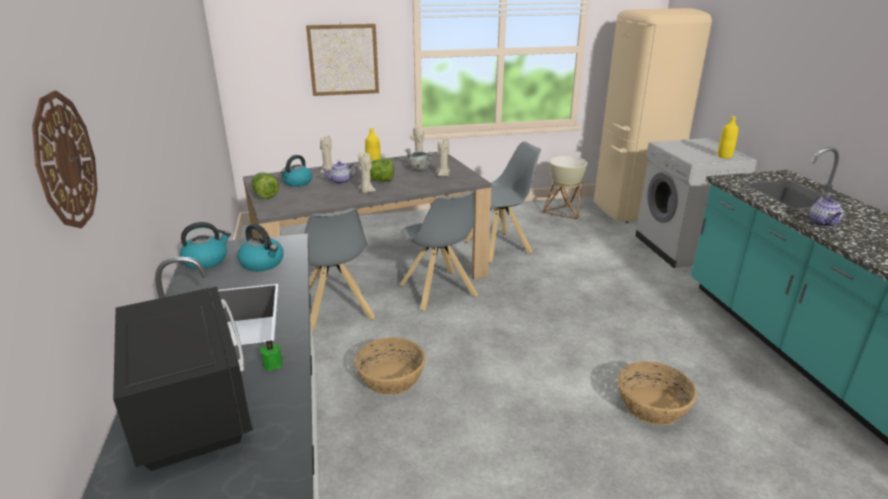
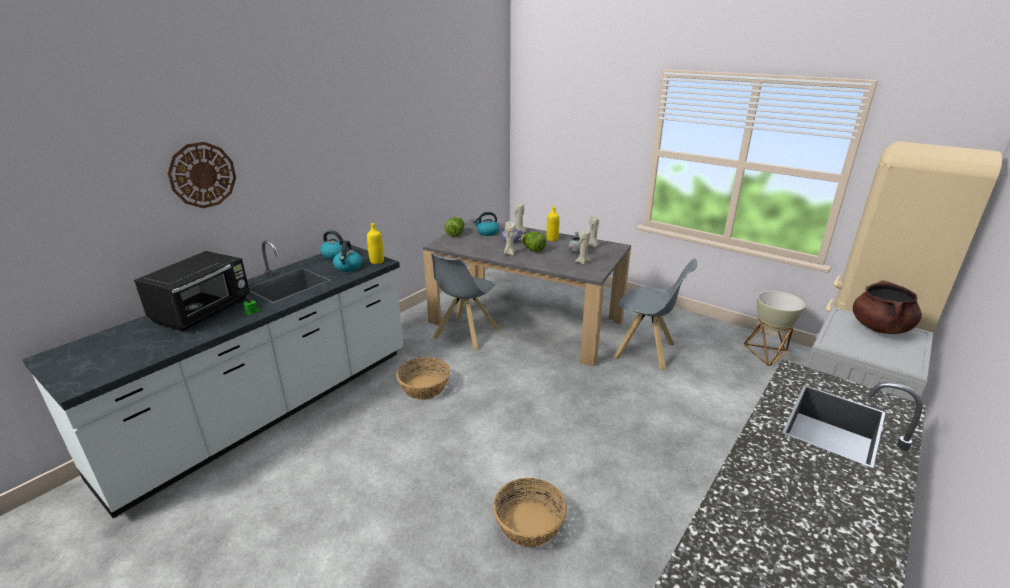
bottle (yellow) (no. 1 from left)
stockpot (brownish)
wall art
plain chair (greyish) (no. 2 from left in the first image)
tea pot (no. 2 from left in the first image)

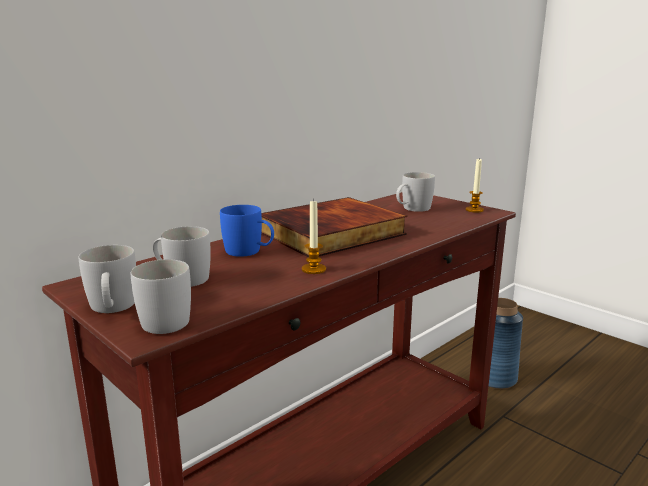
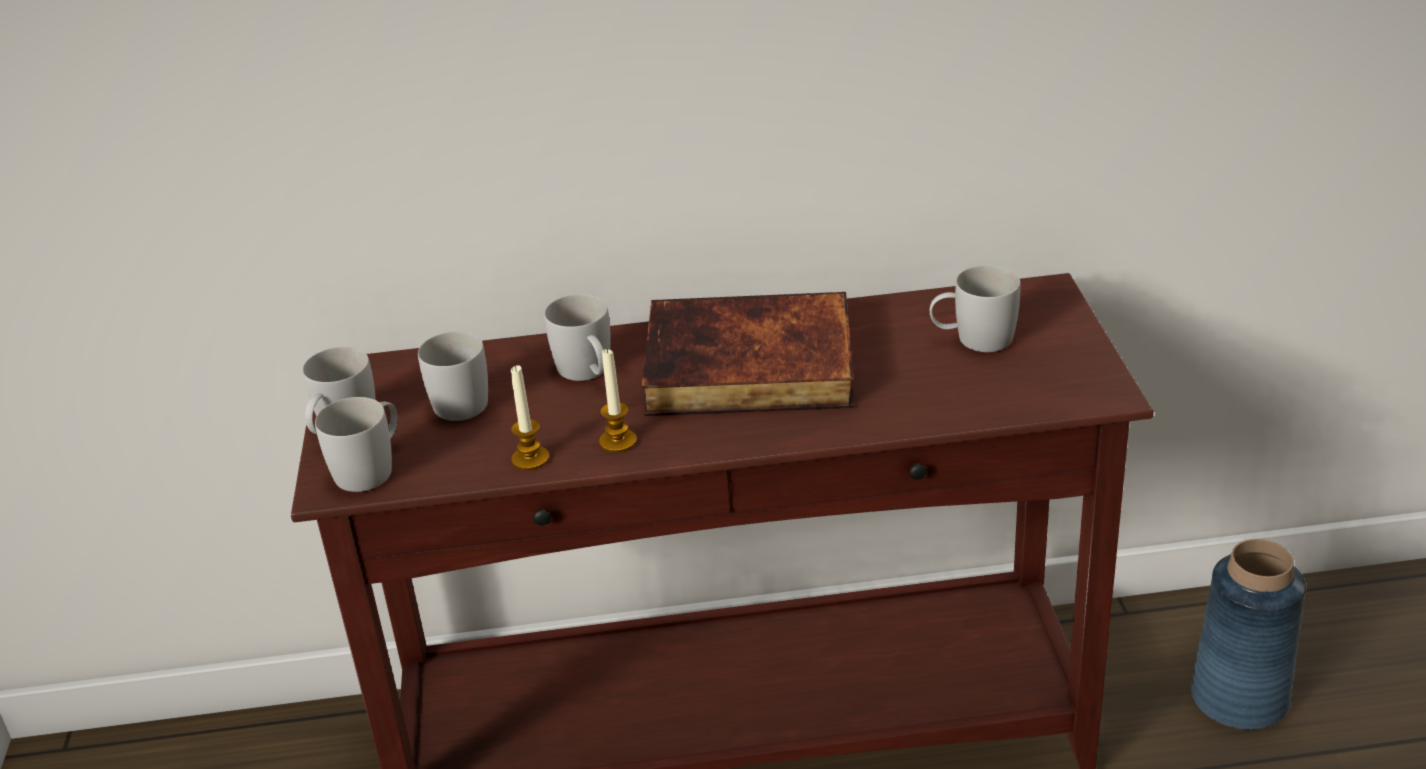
candle (no. 1 from left)
mug (white-coloured) (no. 4 from left)

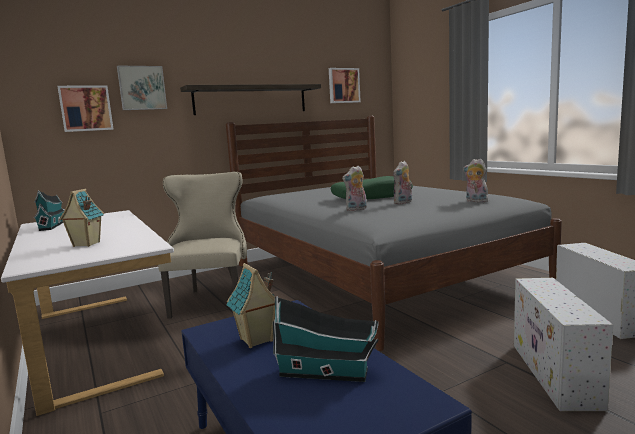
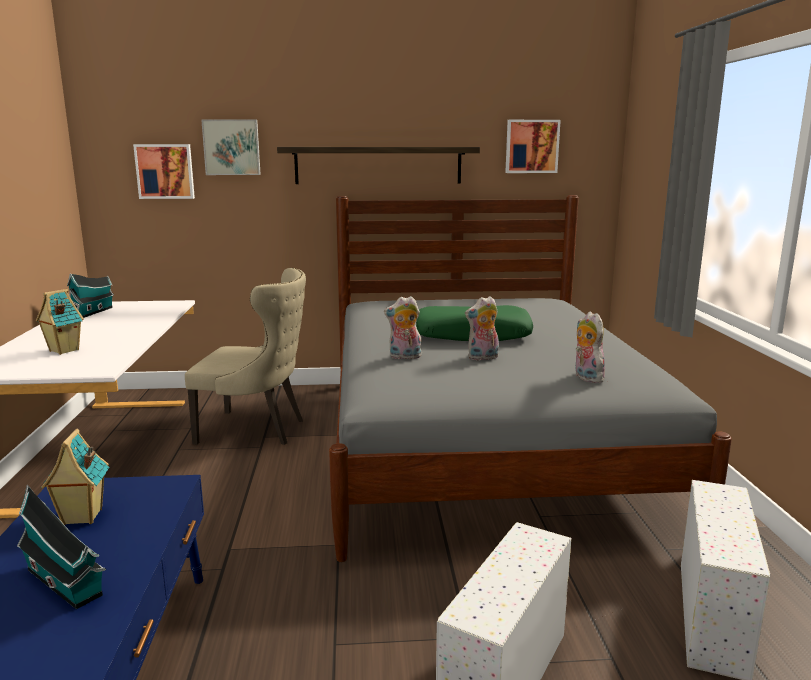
plain chair (sand-coloured)

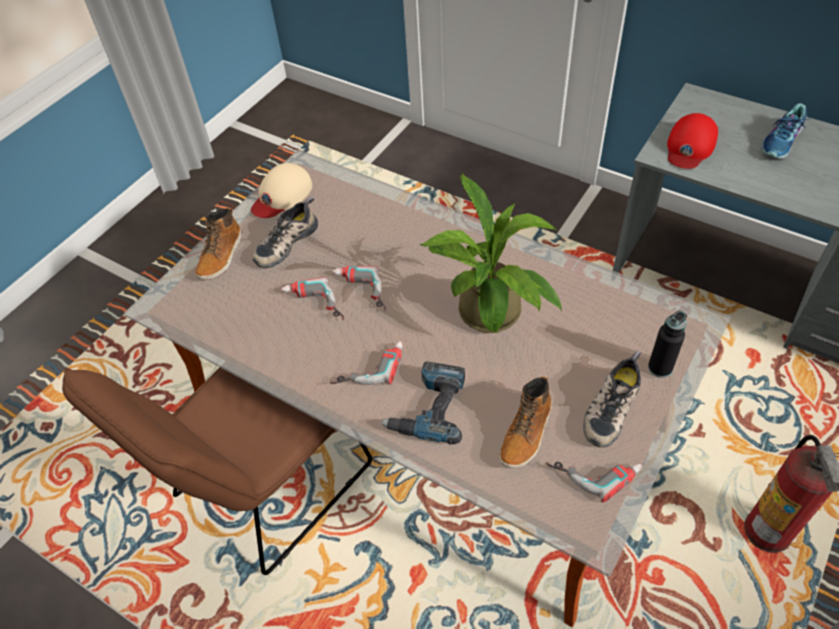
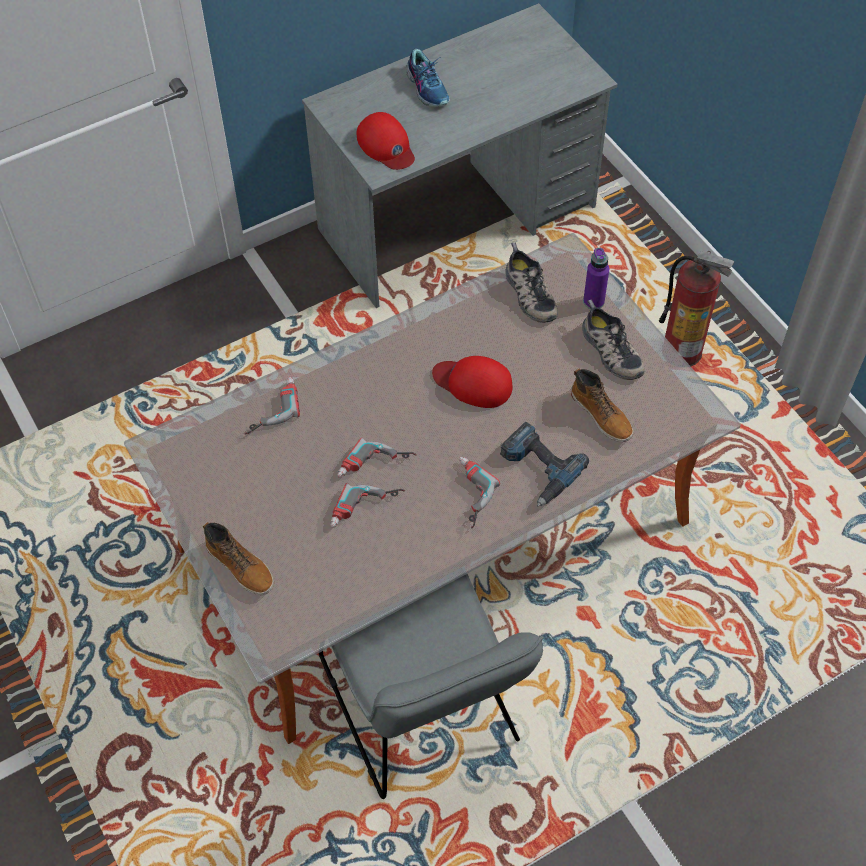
power drill (no. 1 from left)
plain chair (greyish)
cap (reddish) (no. 2 from left)
item of footwear (no. 2 from left)
bottle (purplish)
cap (sand-coloured)

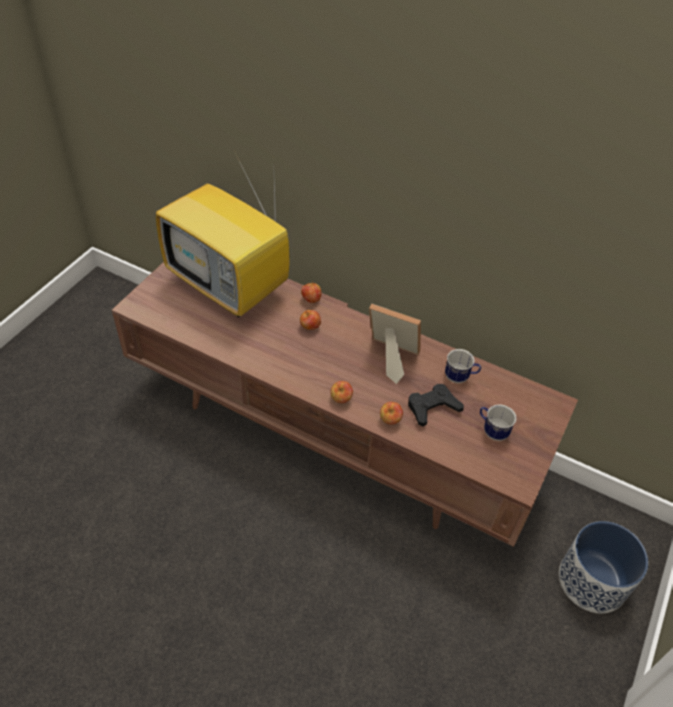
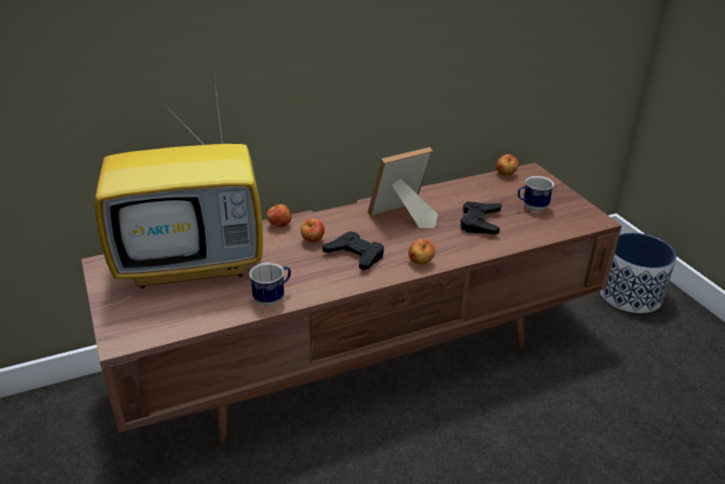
mug (no. 1 from left)
gamepad (black) (no. 1 from left)
apple (no. 4 from left)

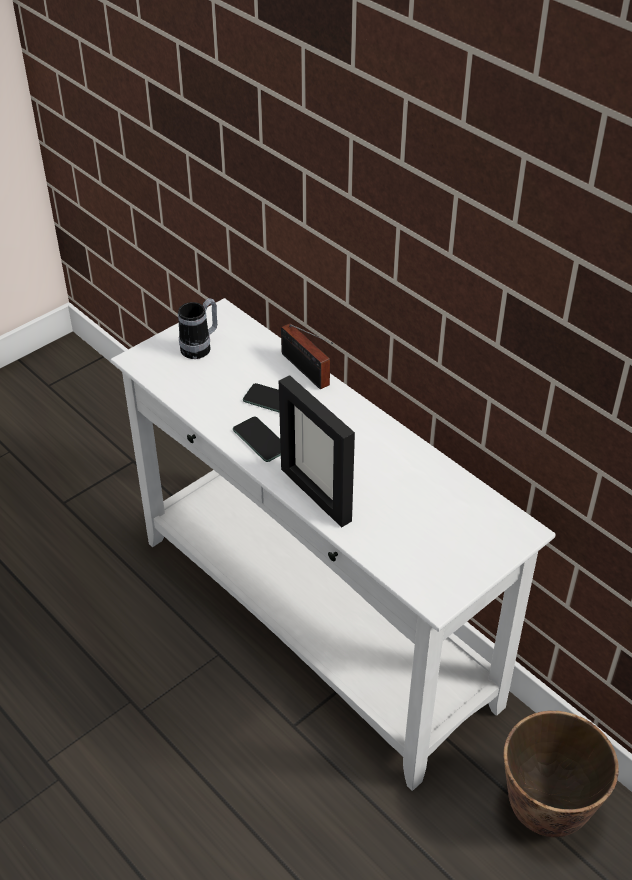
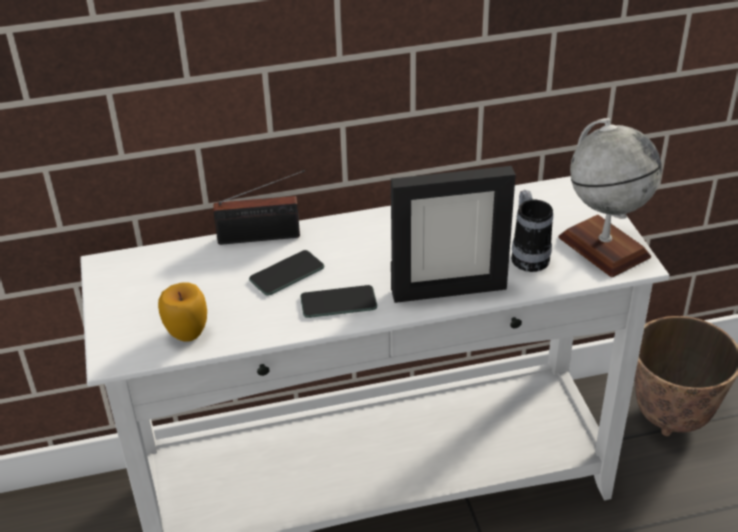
apple
mug
world globe

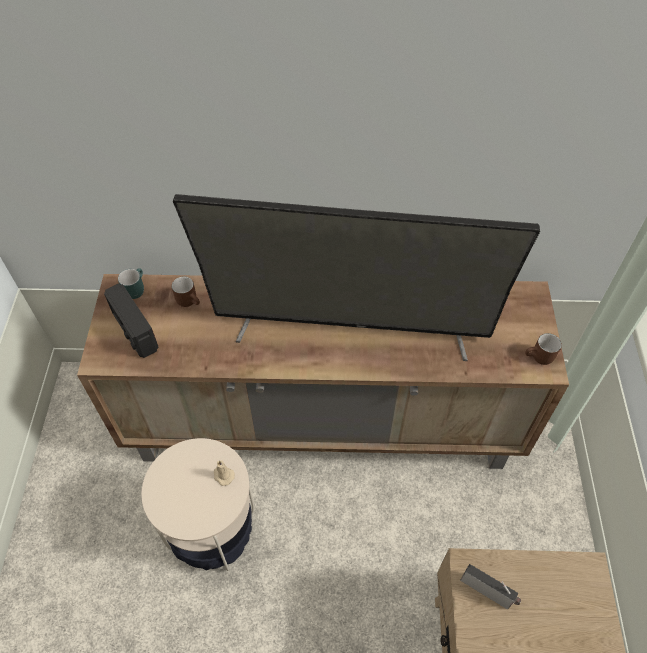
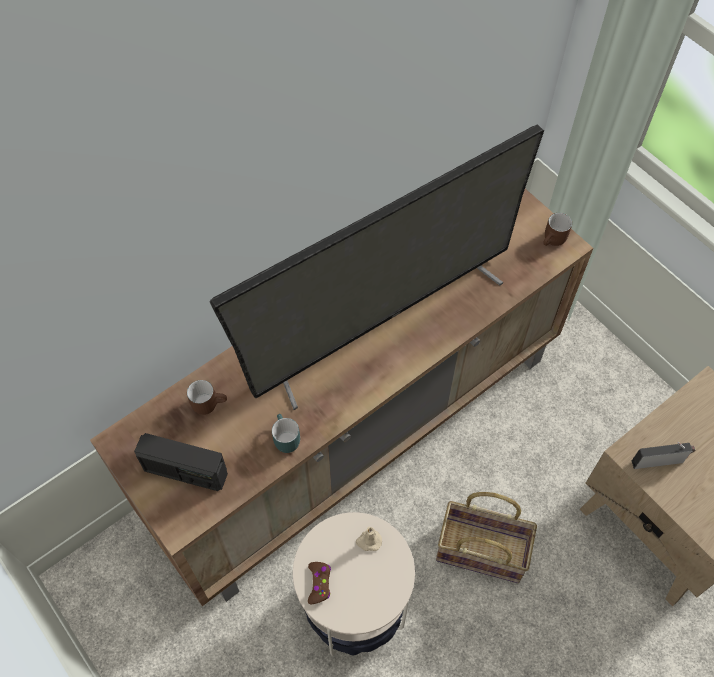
mug (turquoise-coloured)
gamepad (brownish)
basket

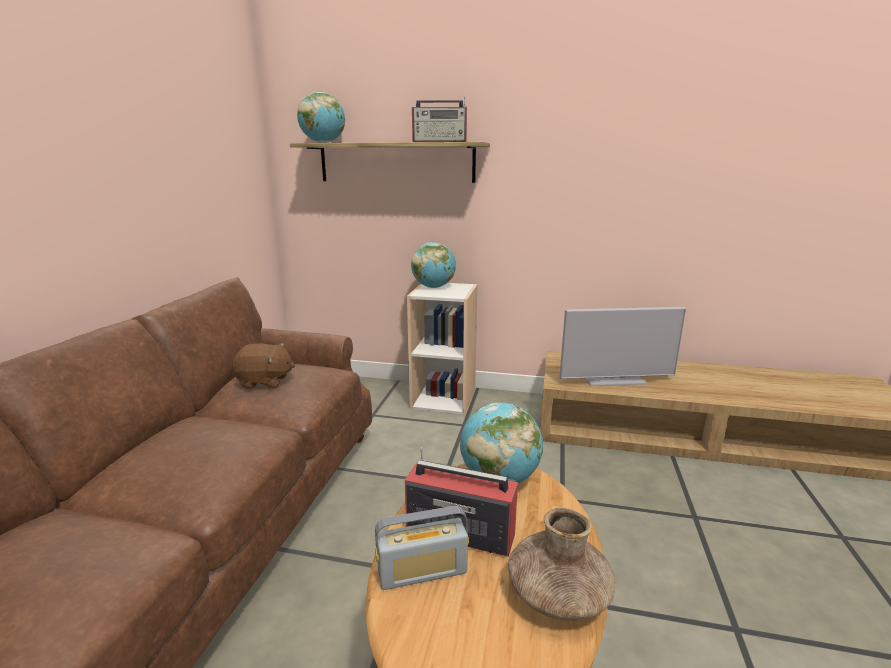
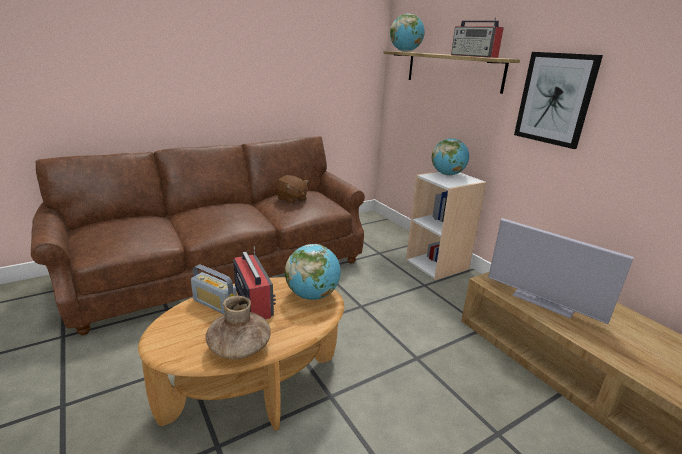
wall art

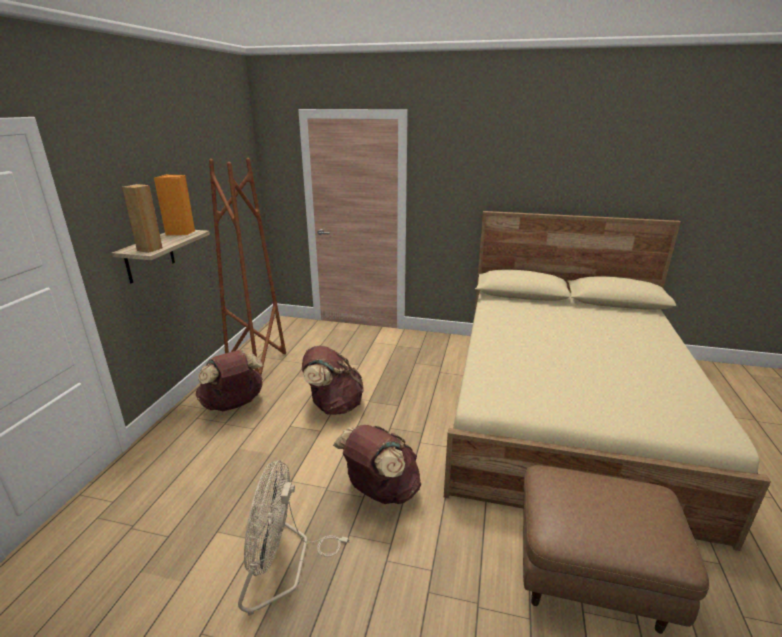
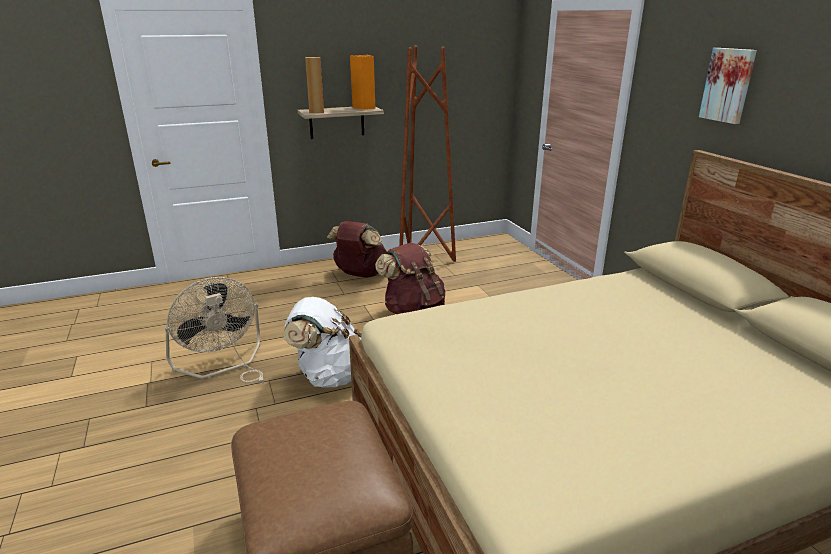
rucksack (white-coloured)
wall art

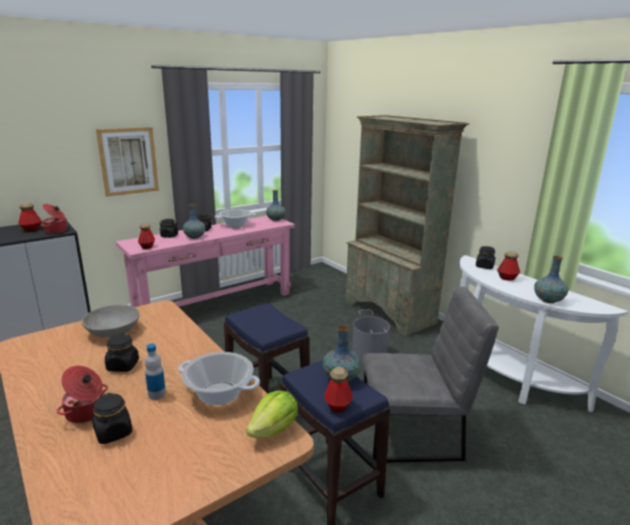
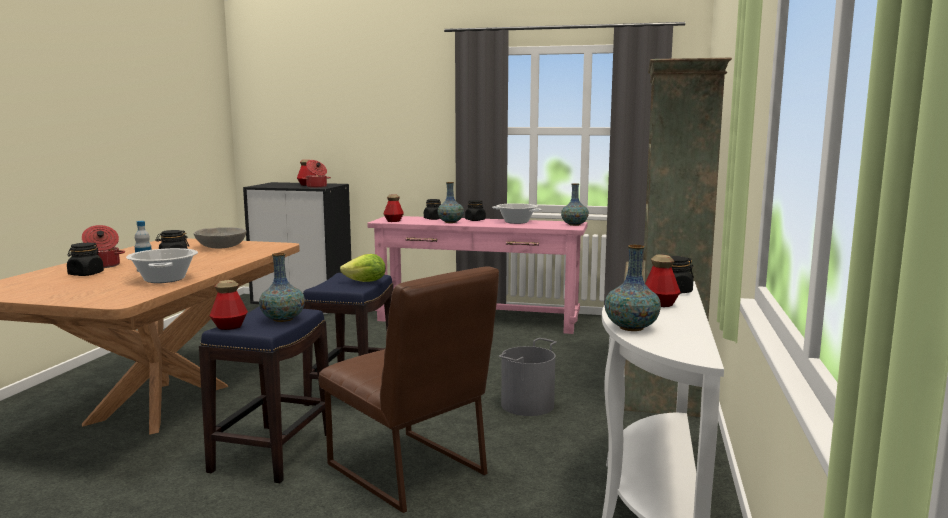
plain chair (brownish)
head of lettuce
wall art

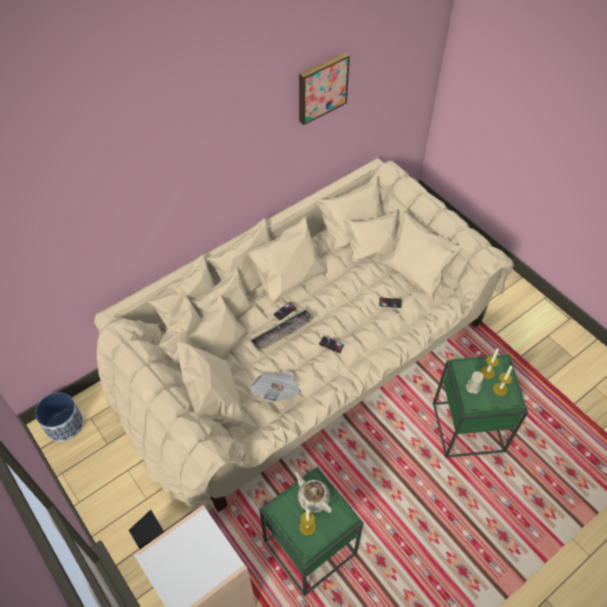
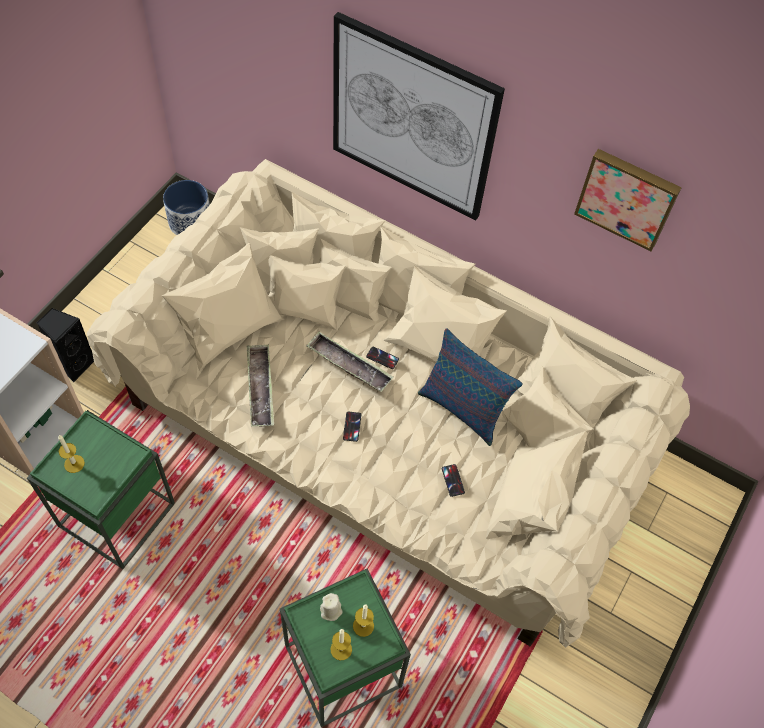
carrying tray (no. 1 from left)
wall art (no. 1 from left)
cushion (blue-coloured)
tea pot (sand-coloured)

